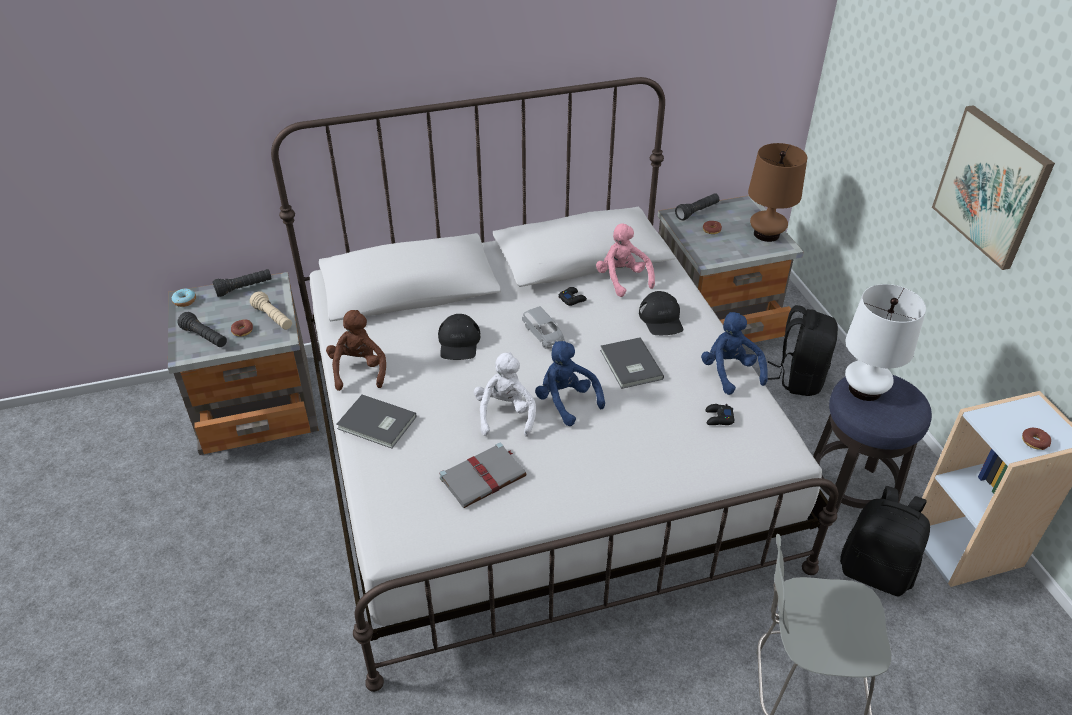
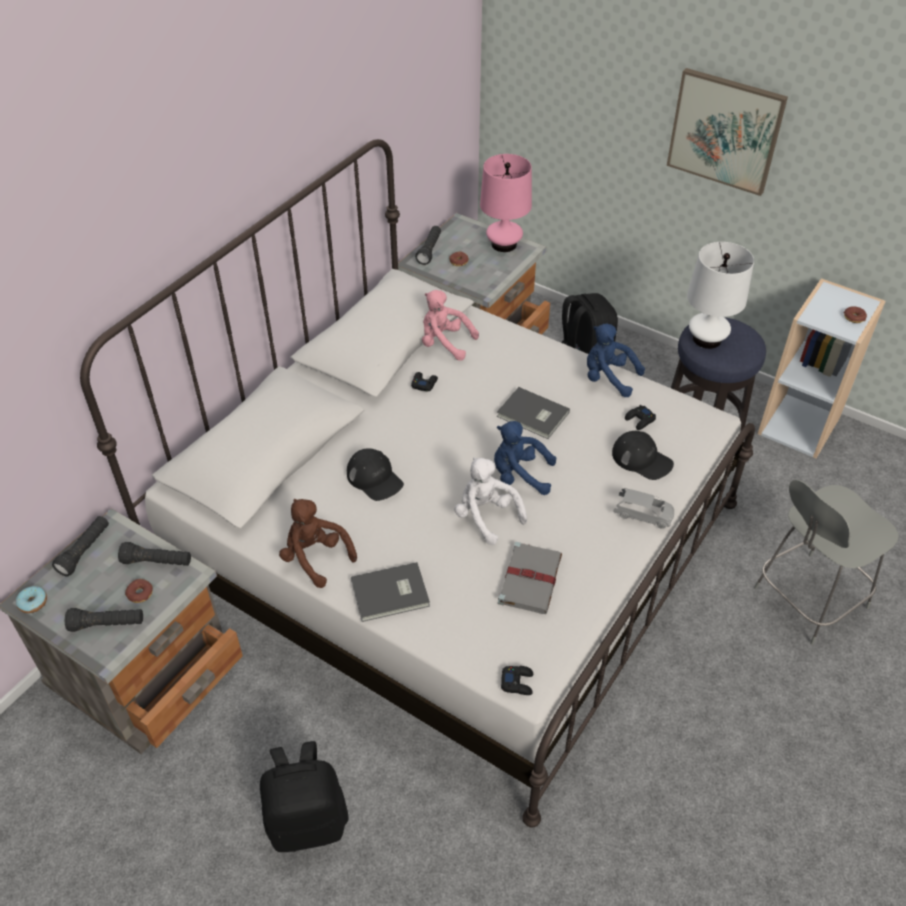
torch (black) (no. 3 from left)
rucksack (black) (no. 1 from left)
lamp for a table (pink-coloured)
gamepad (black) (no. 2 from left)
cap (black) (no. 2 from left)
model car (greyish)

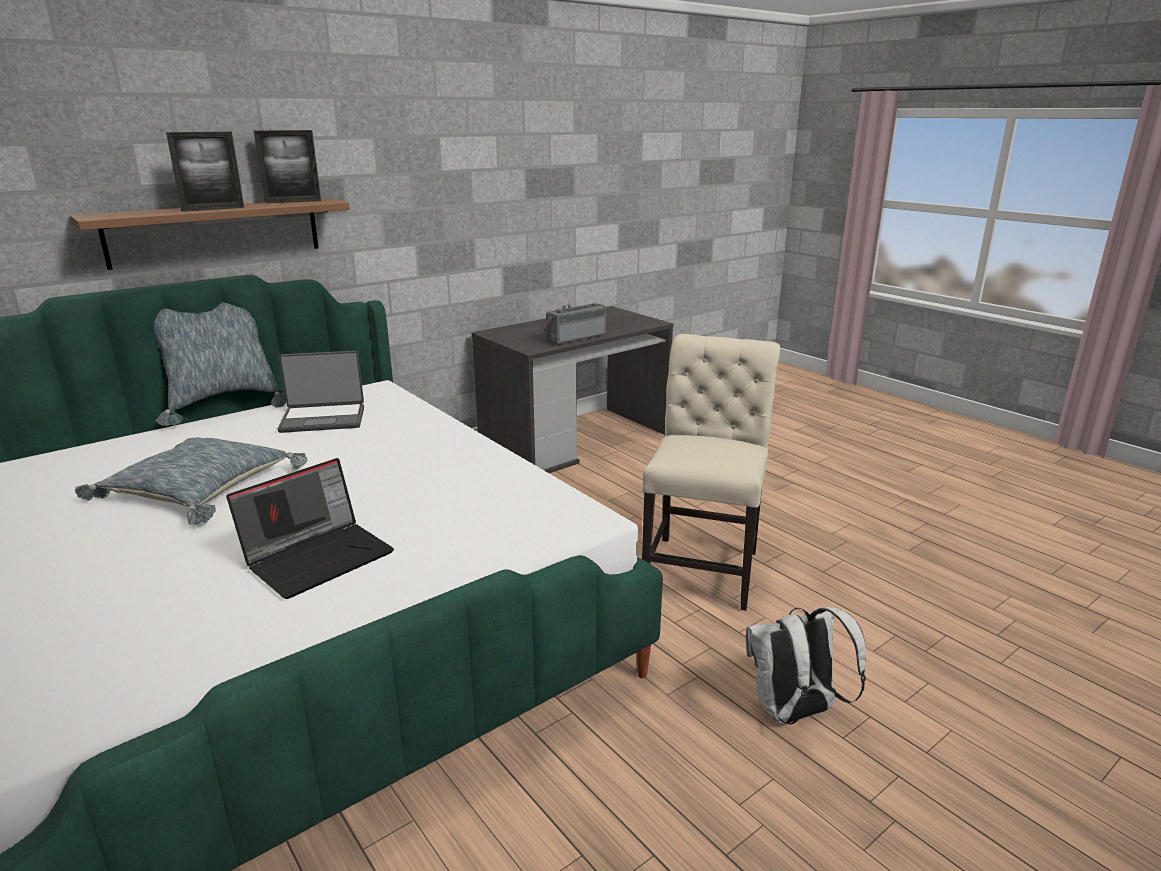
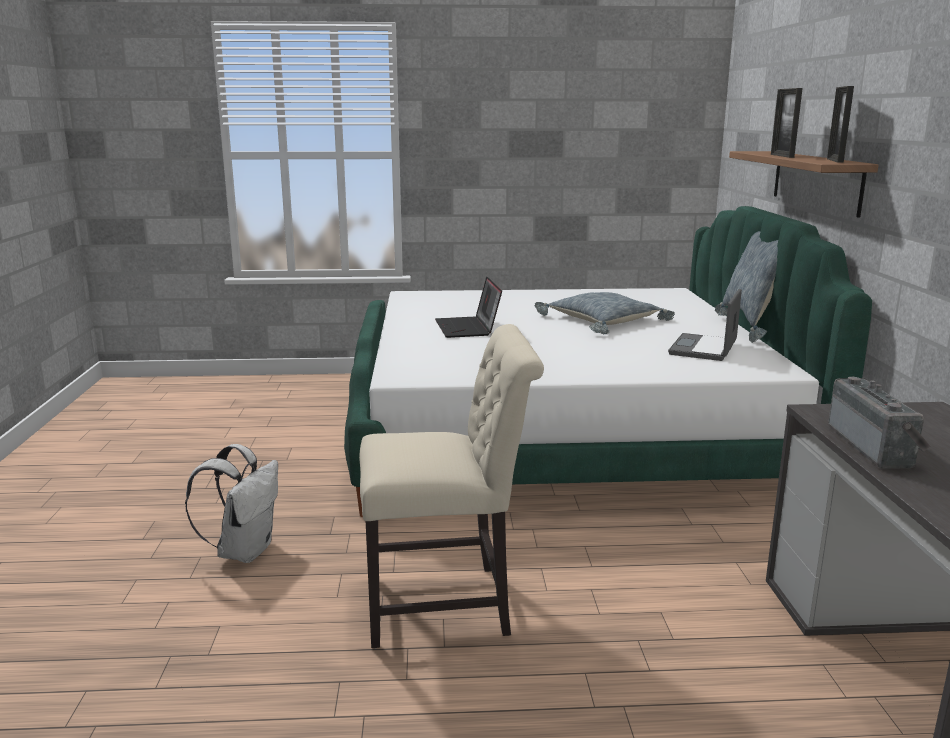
plain chair (sand-coloured)

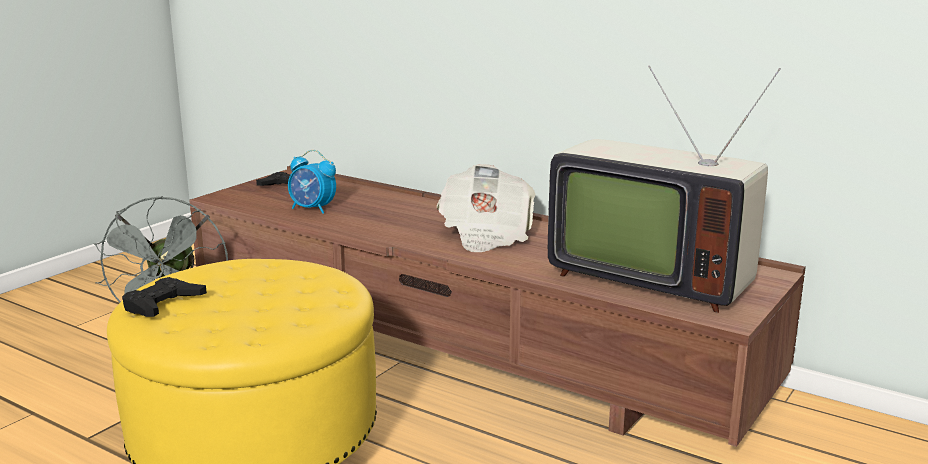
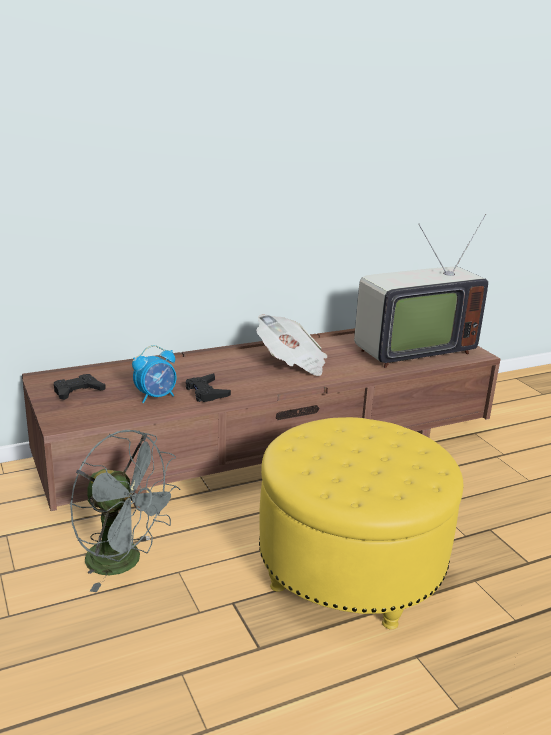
gamepad (black) (no. 2 from left)

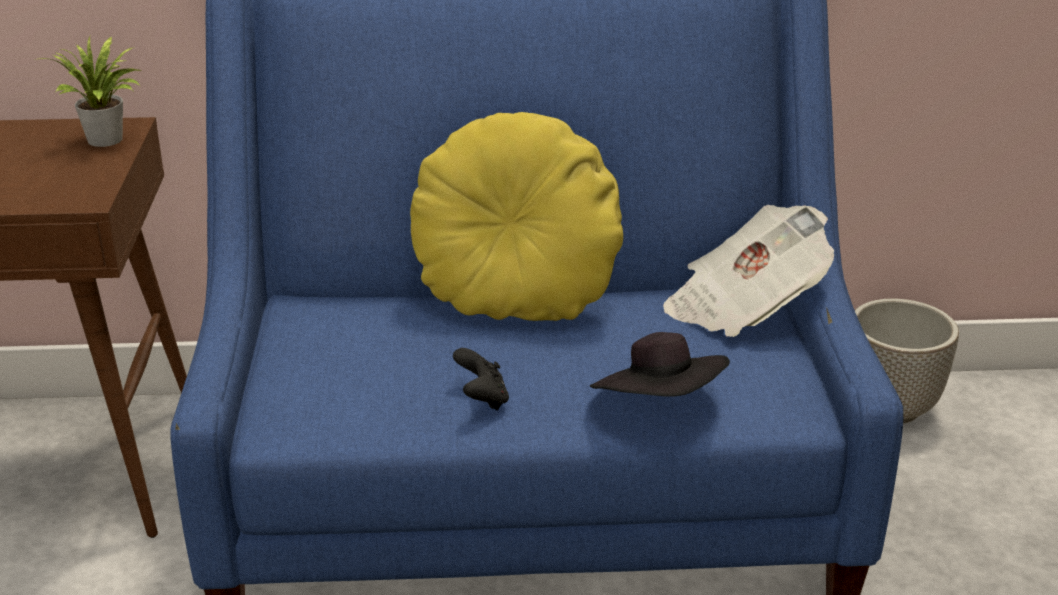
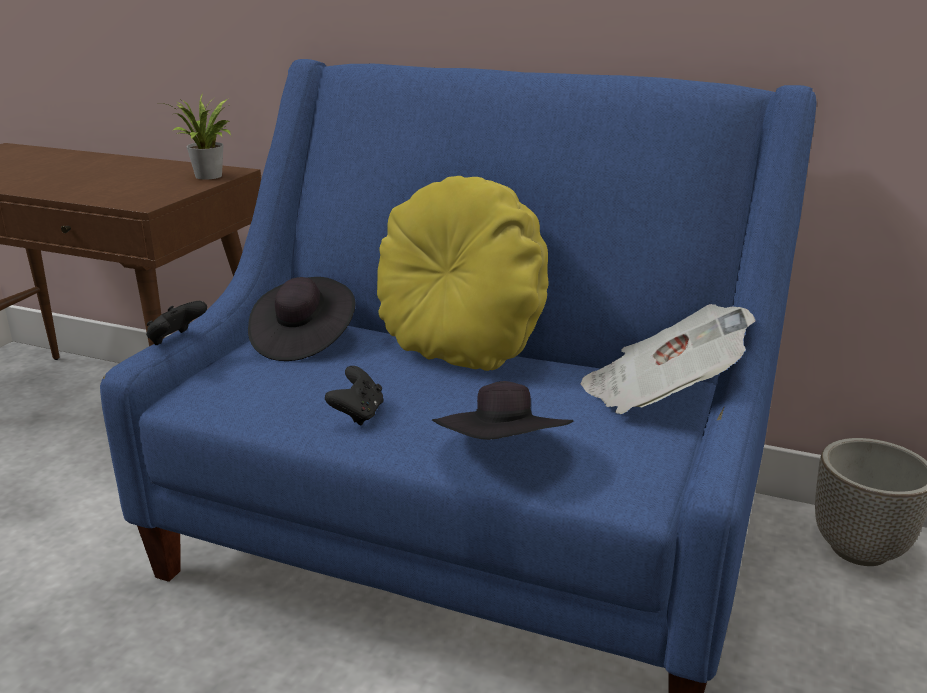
gamepad (black) (no. 1 from left)
clothing hat (black) (no. 1 from left)

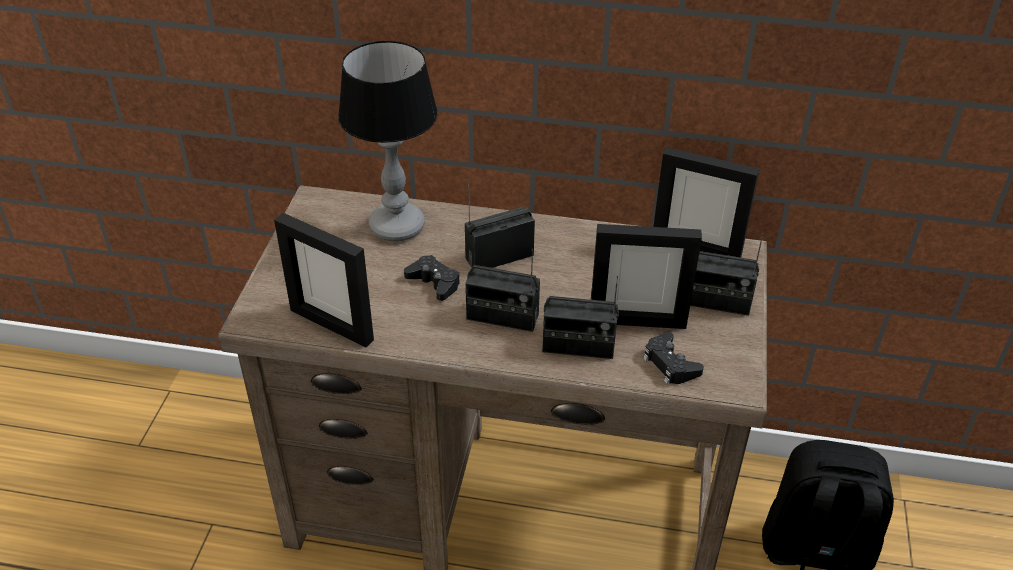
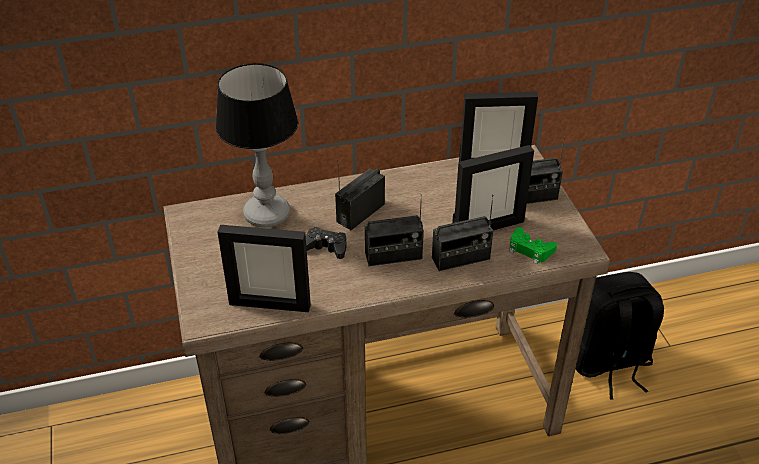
gamepad (green)

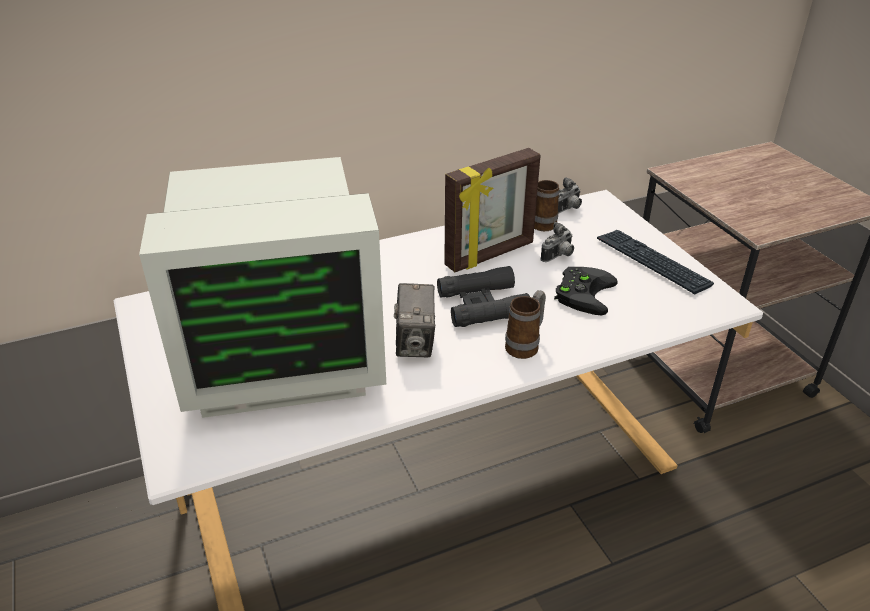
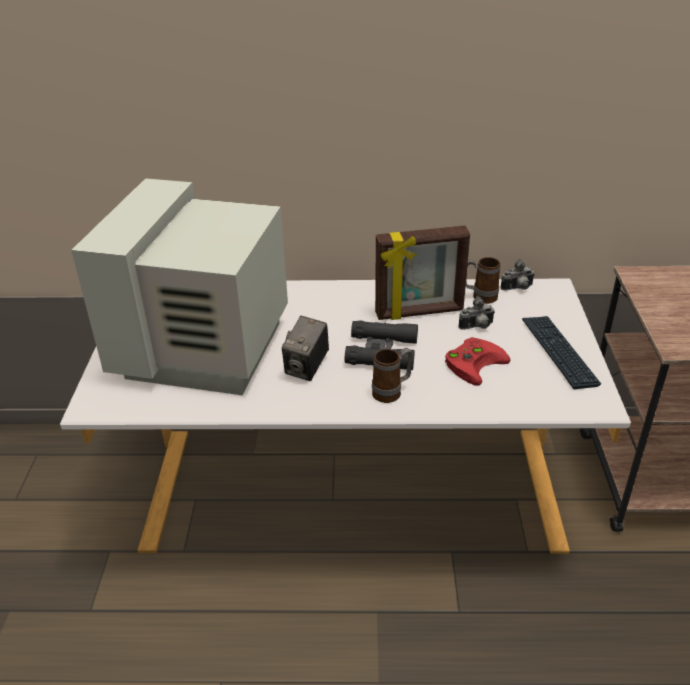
computer screen
gamepad (reddish)

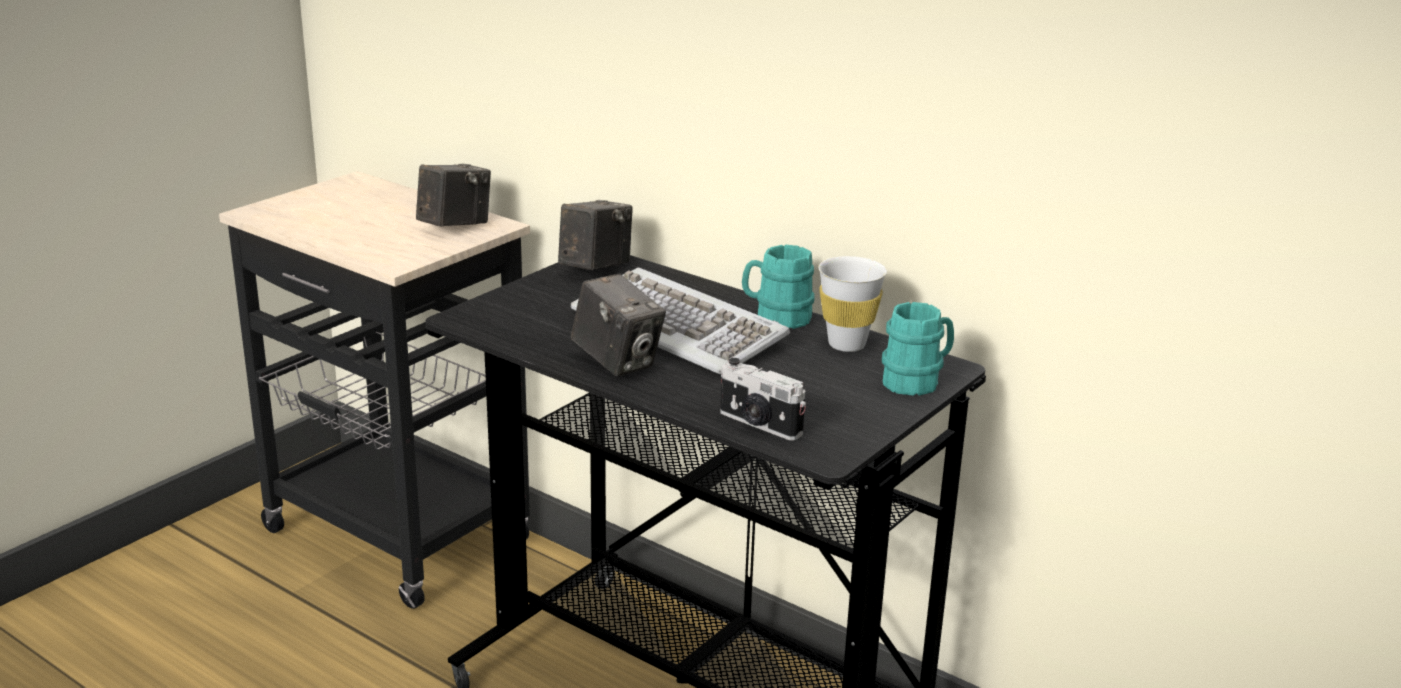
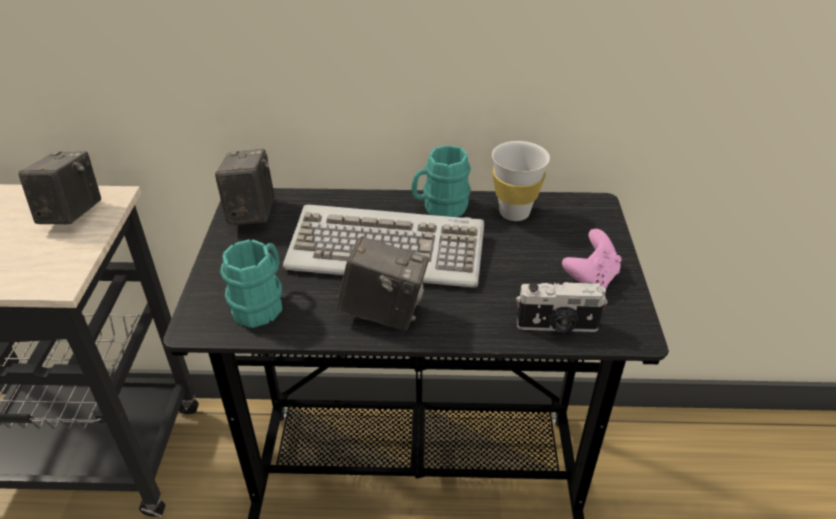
mug (turquoise-coloured) (no. 1 from left)
gamepad (pink-coloured)

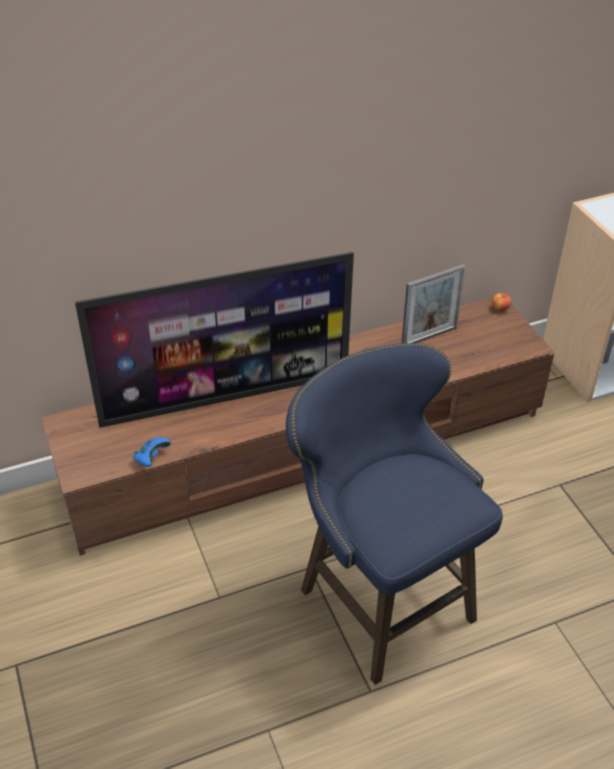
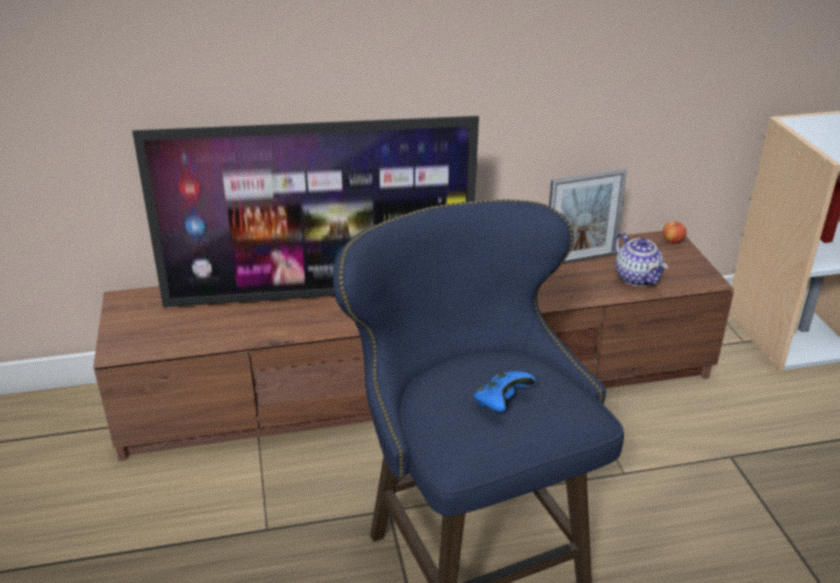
gamepad (blue-coloured)
tea pot

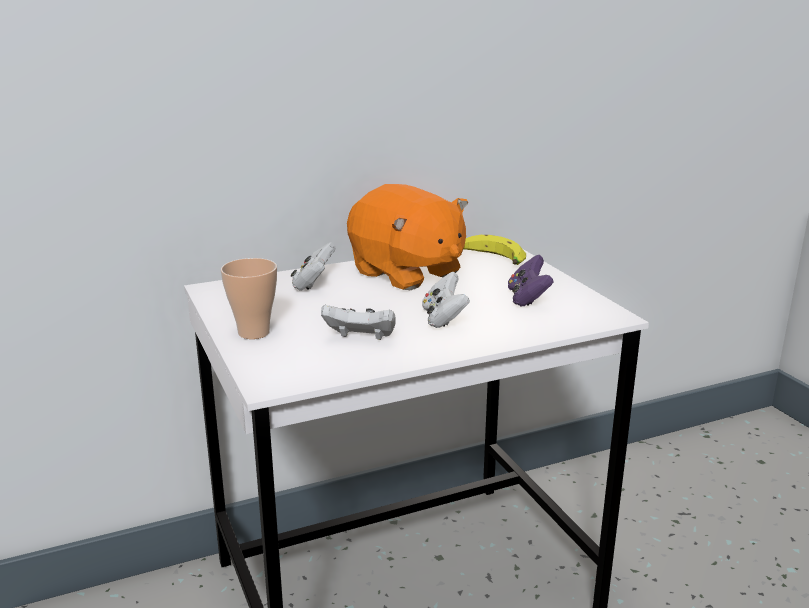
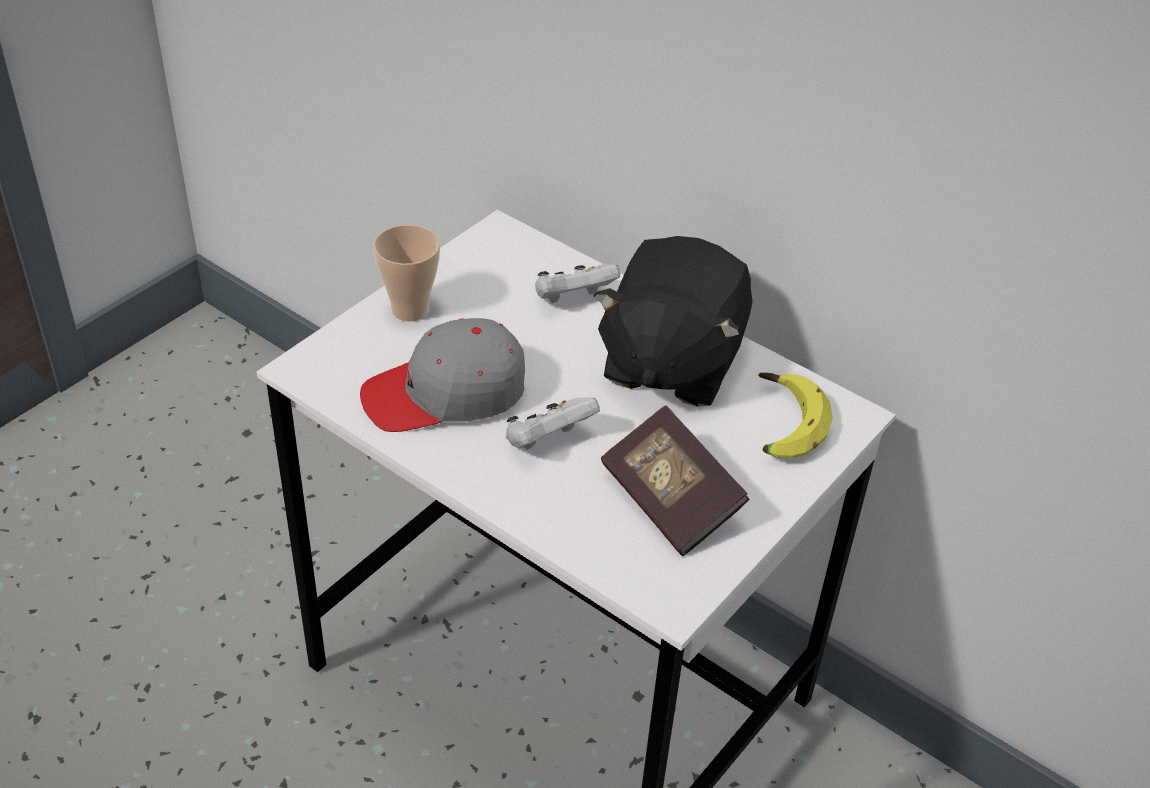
cap (greyish)
plush toy (black)
bound book

